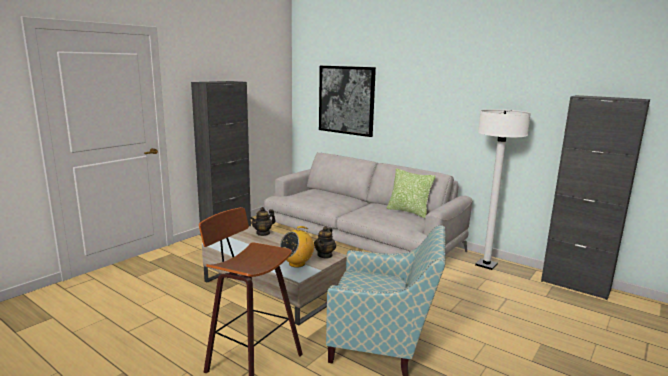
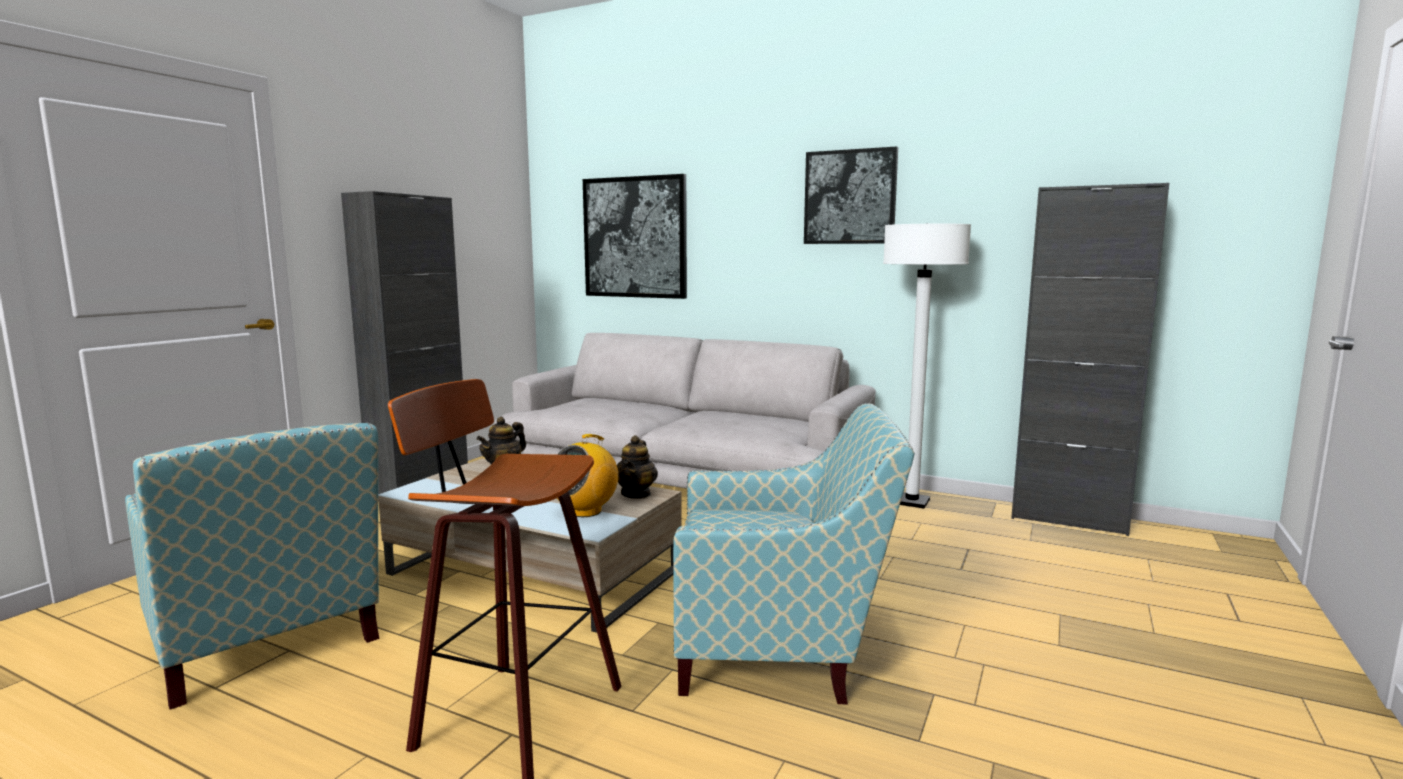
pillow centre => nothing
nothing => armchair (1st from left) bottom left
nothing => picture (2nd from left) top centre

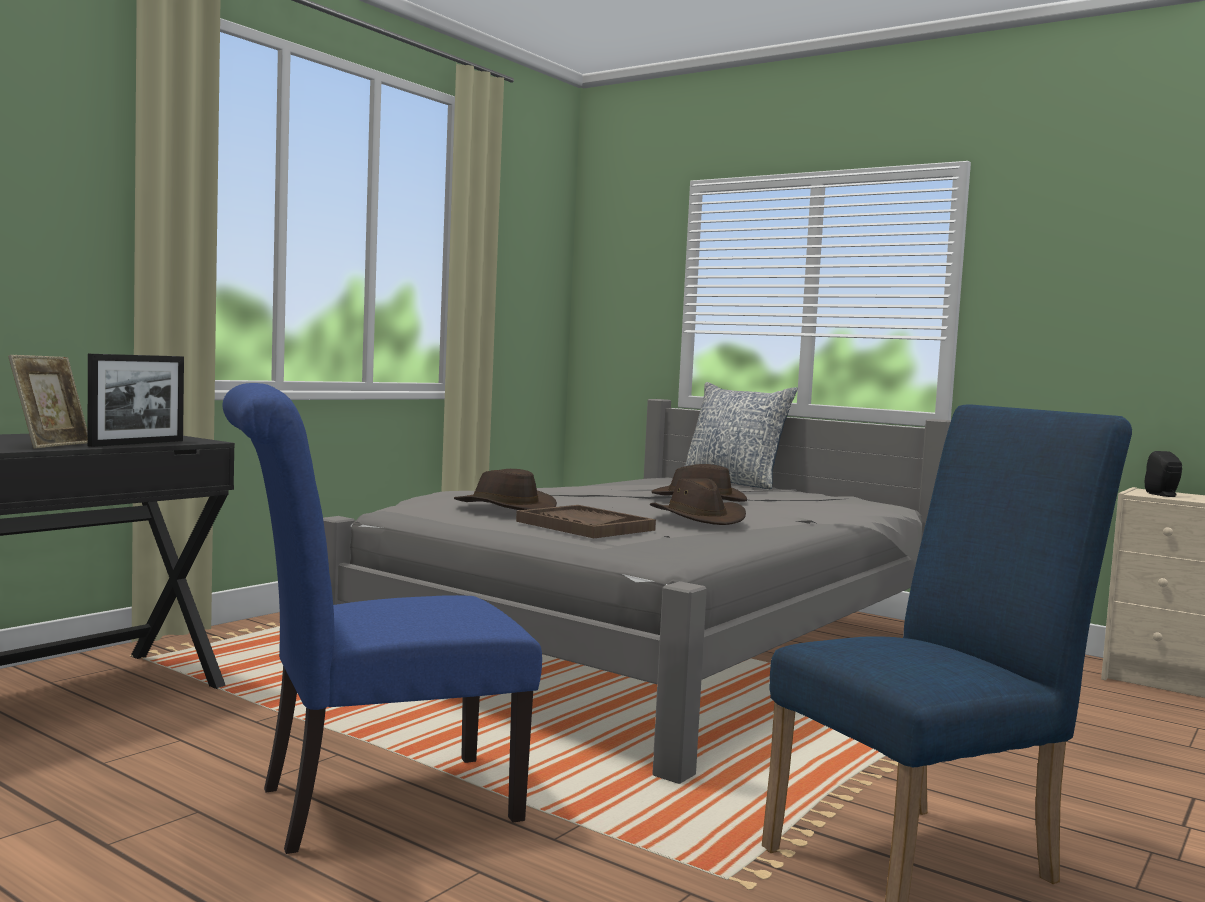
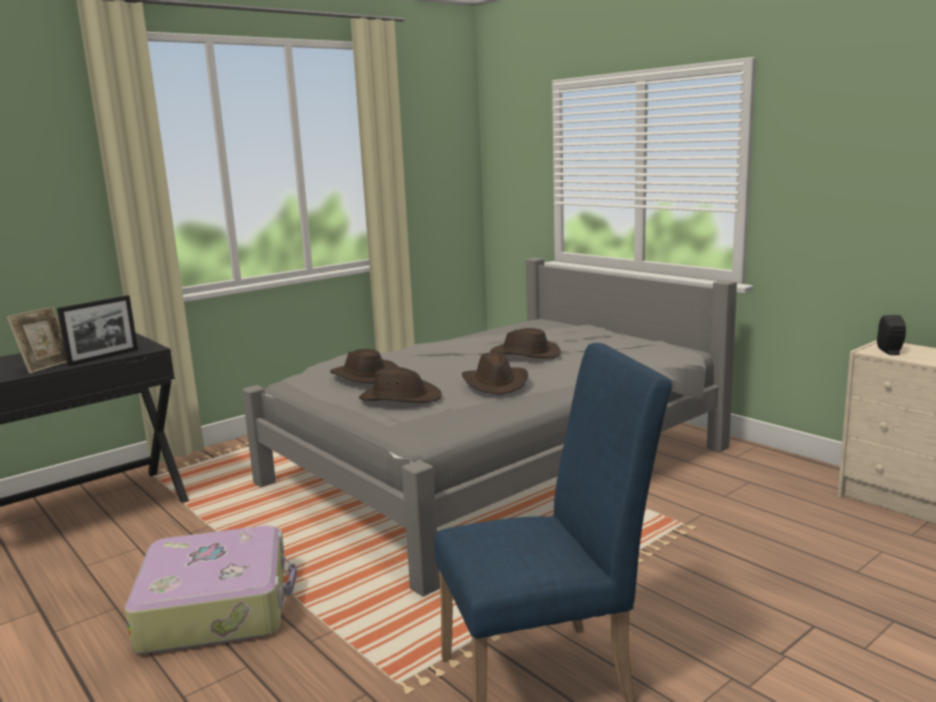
pillow centre => nothing
chair (blue) (1st from left) bottom left => suitcase bottom left
tray (brown) centre => hat (brown) (2nd from left) centre

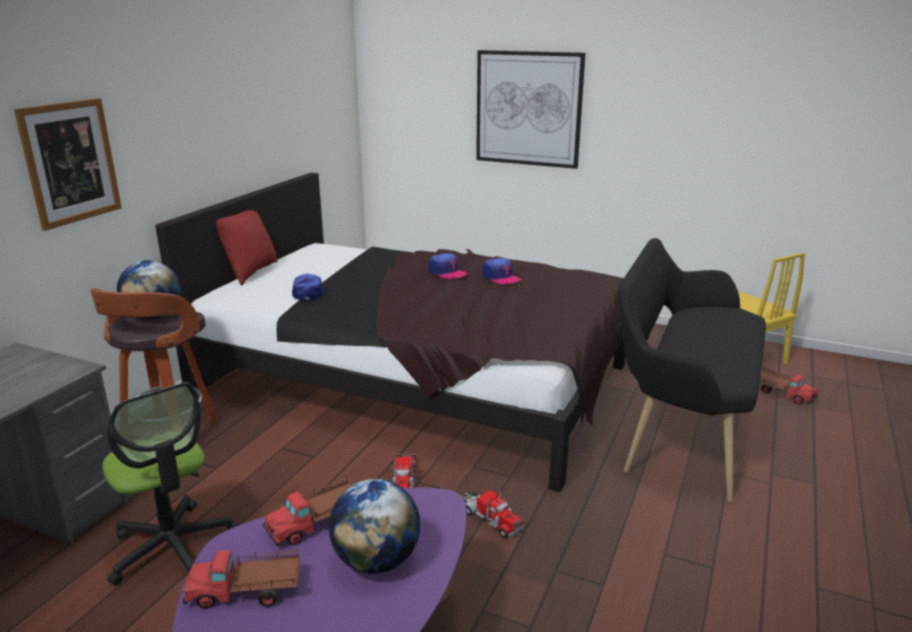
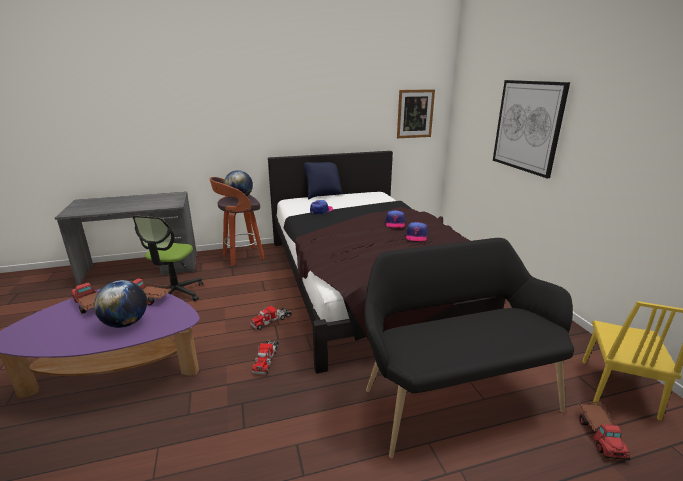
picture (1st from left) top left => picture (1st from left) top centre, moved
pillow (red) middle left => pillow (blue) centre

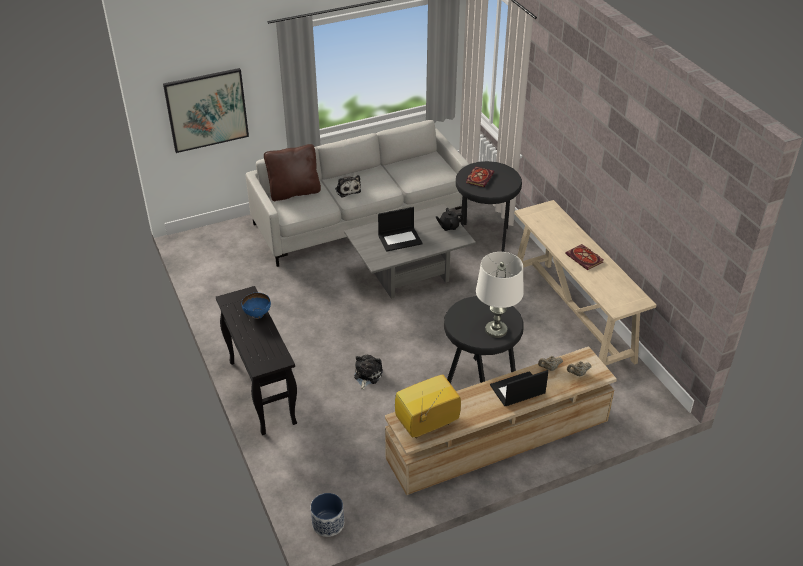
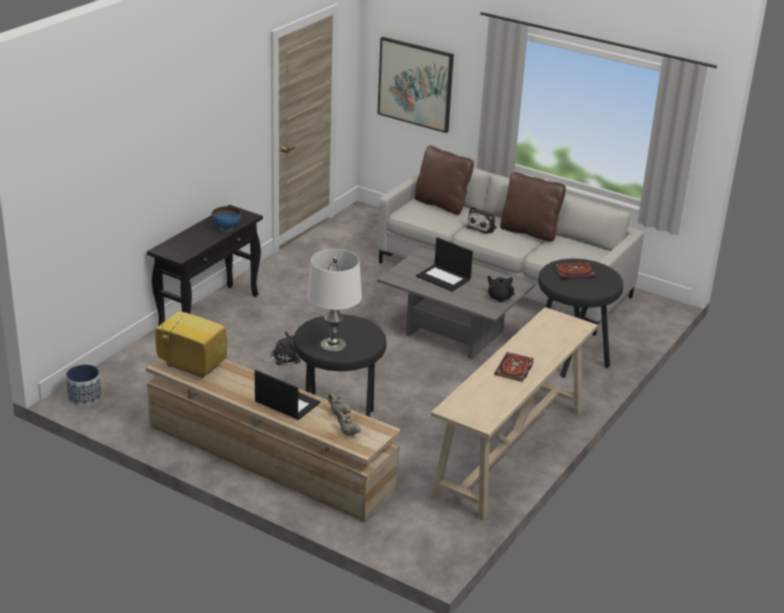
nothing => pillow (brown) (2nd from left) middle right

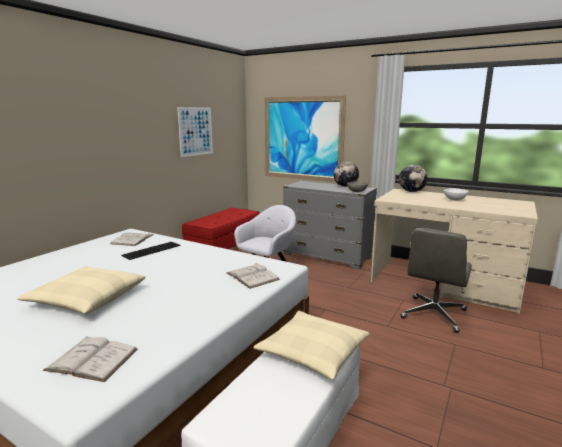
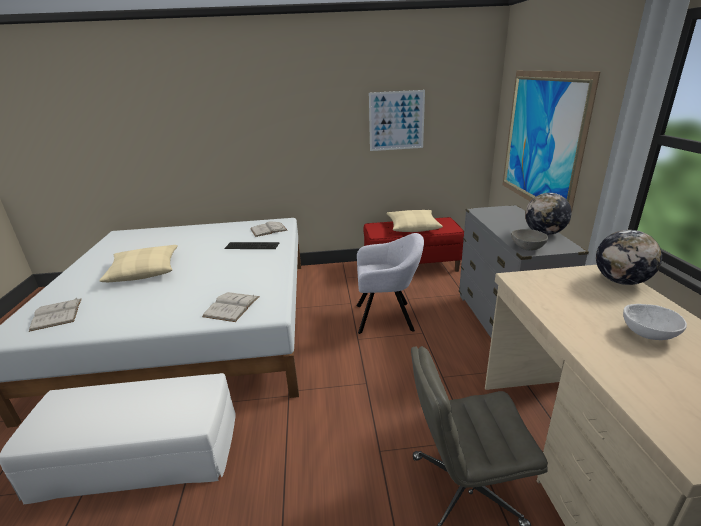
pillow (beige) (2nd from left) bottom centre => pillow (beige) (2nd from left) centre, moved

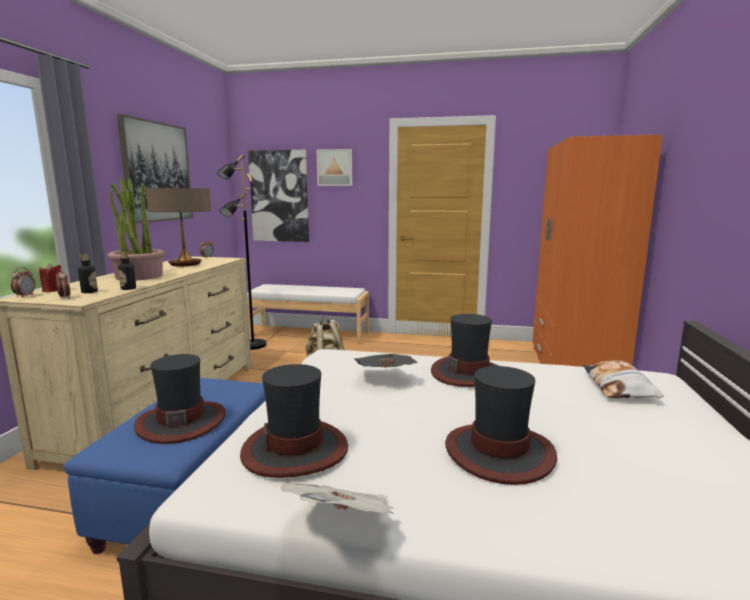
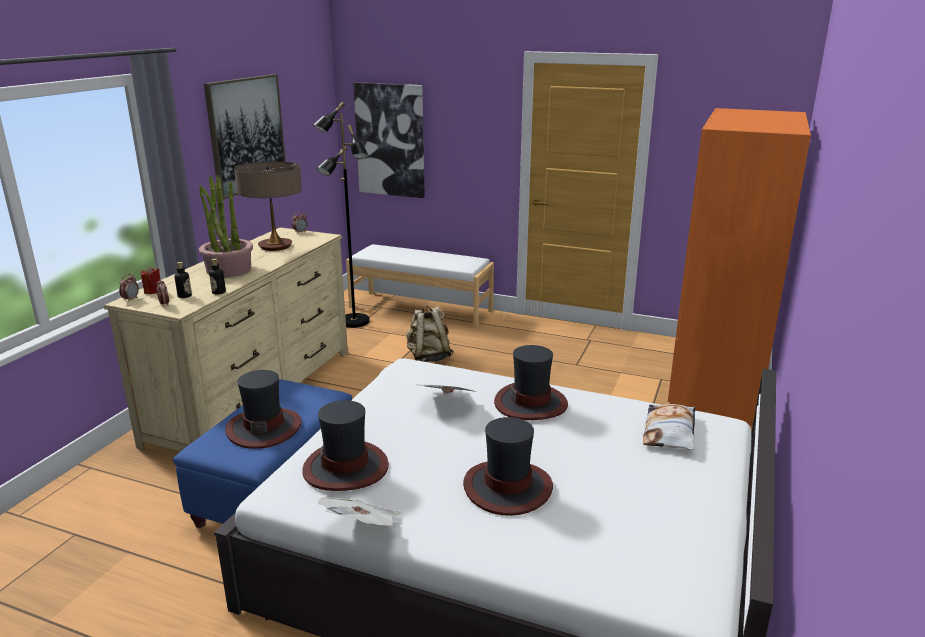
picture (3rd from left) top centre => nothing

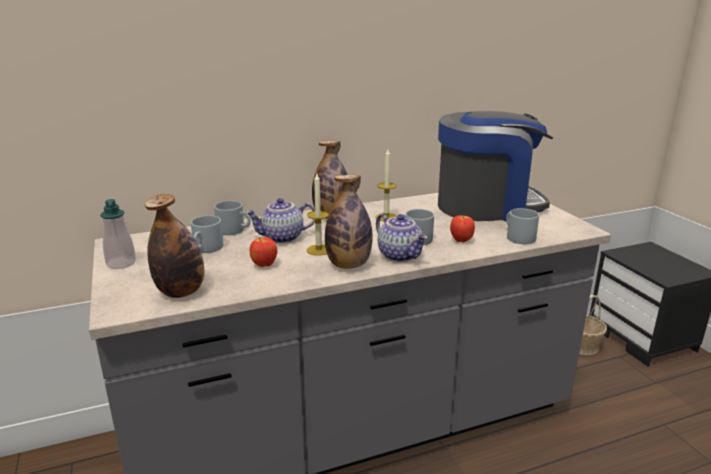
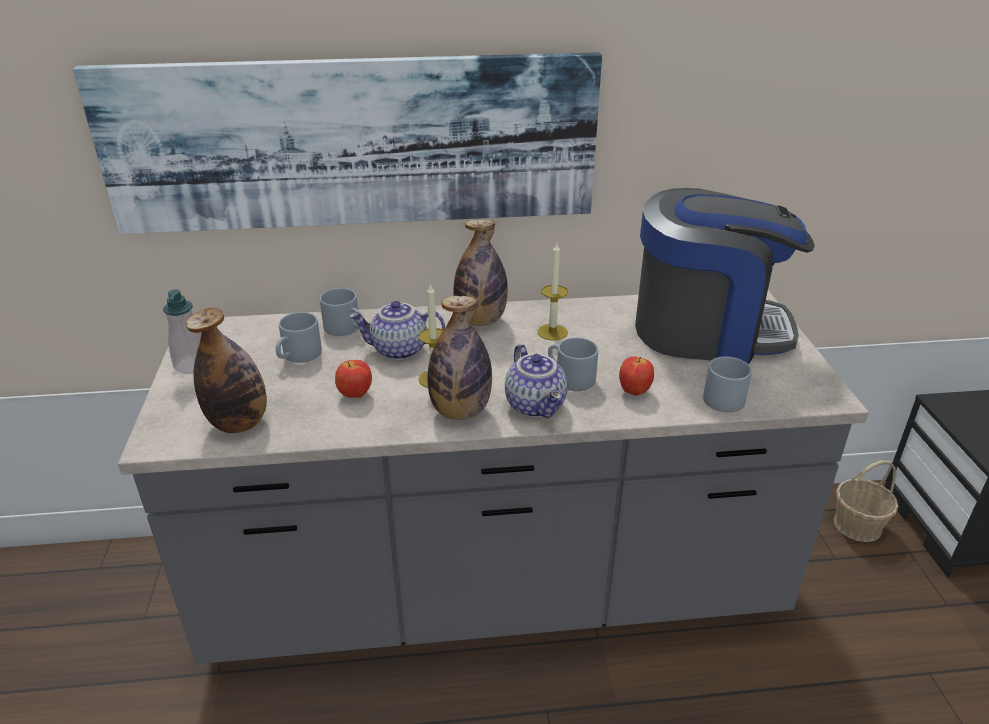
nothing => picture top centre

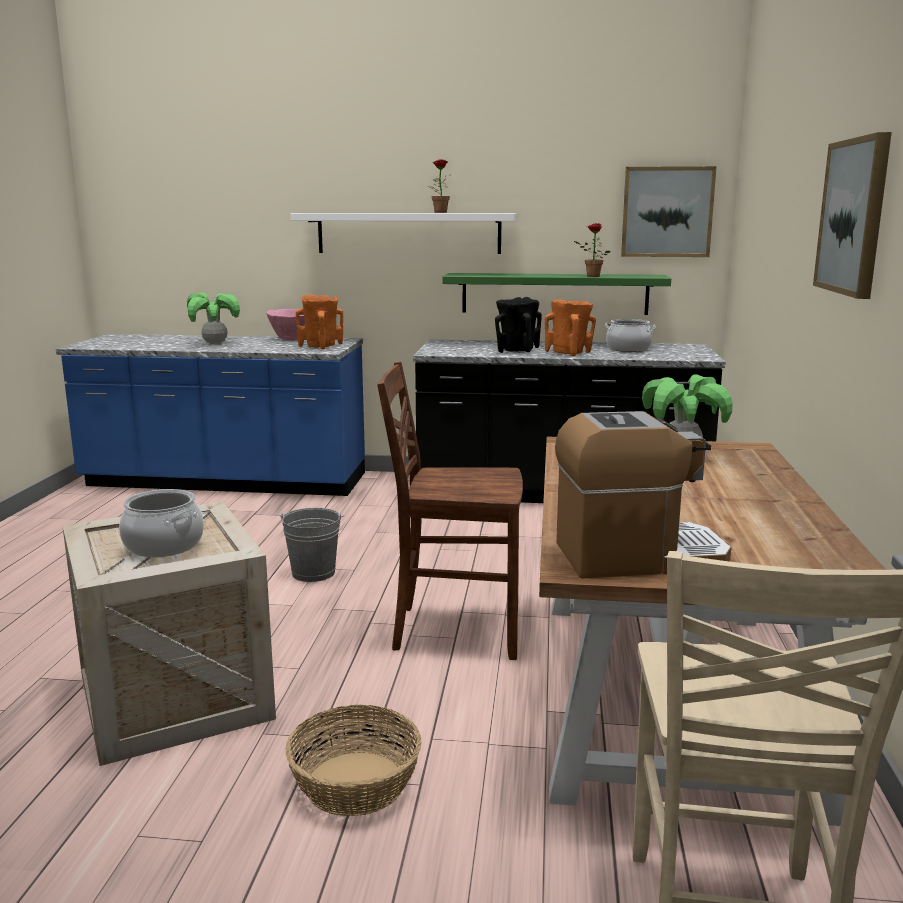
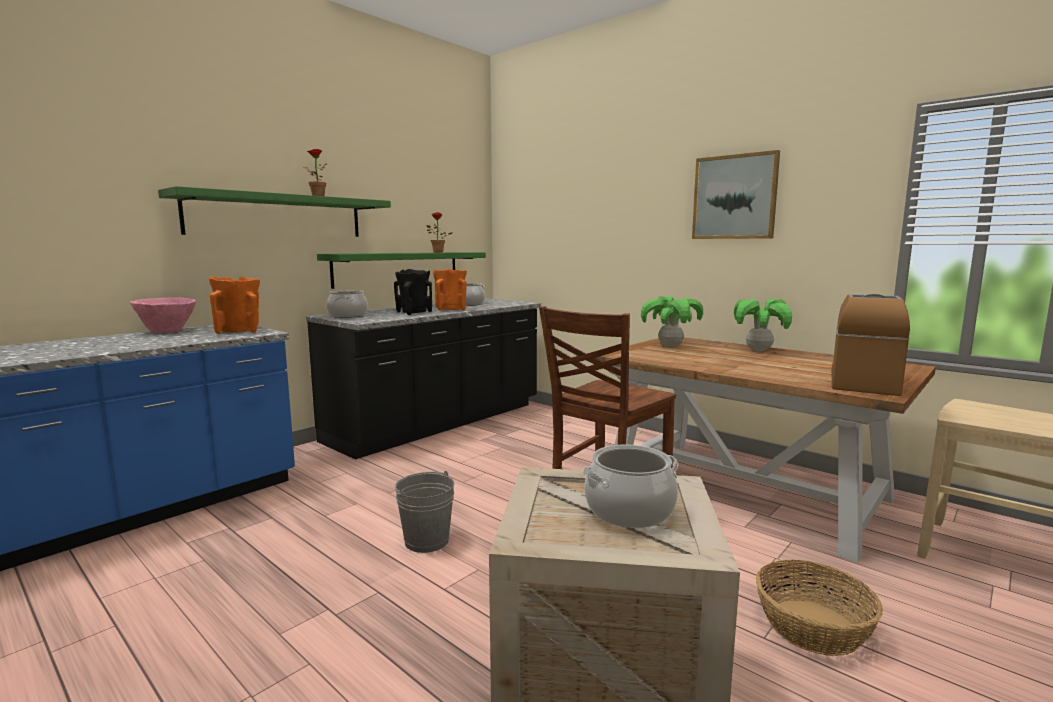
picture (1st from left) top right => nothing
nothing => cooking pot (1st from left) middle left
potted plant (1st from left in the first image) middle left => potted plant (4th from left) middle right, moved
shelf (white) top centre => shelf (green) (1st from left) top left

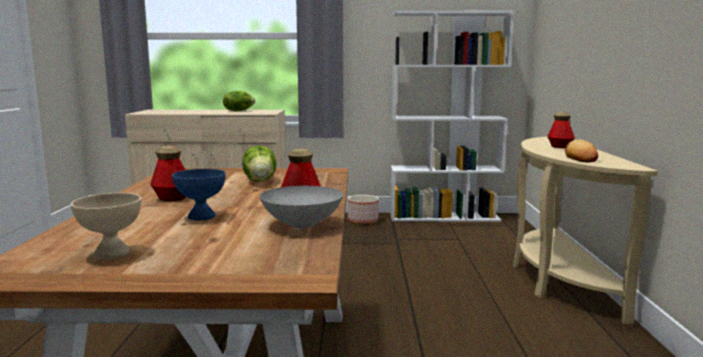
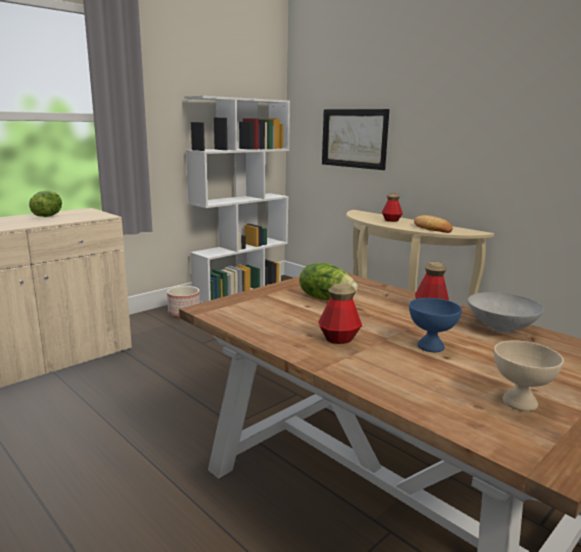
nothing => picture top centre

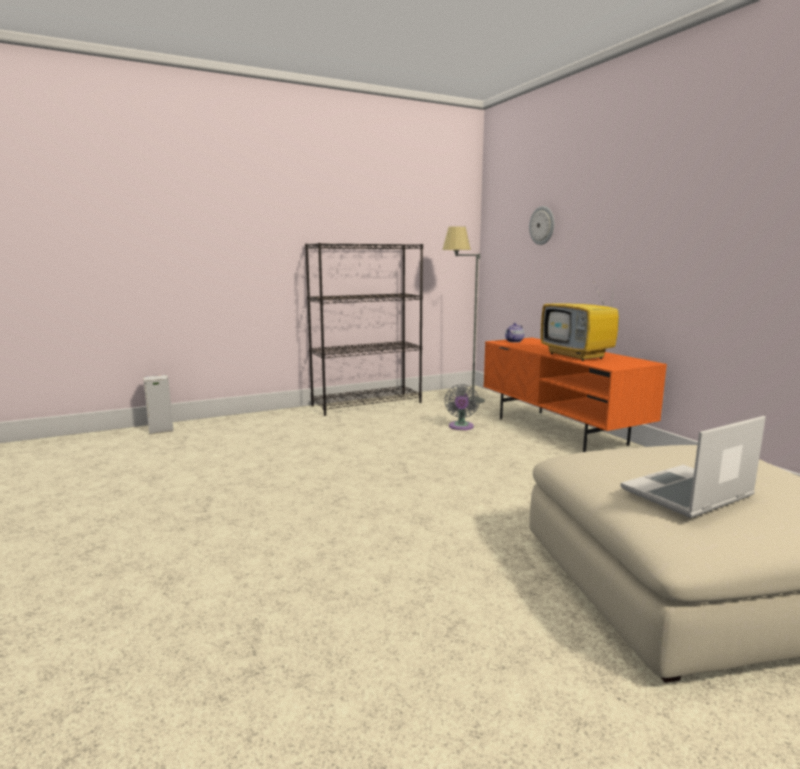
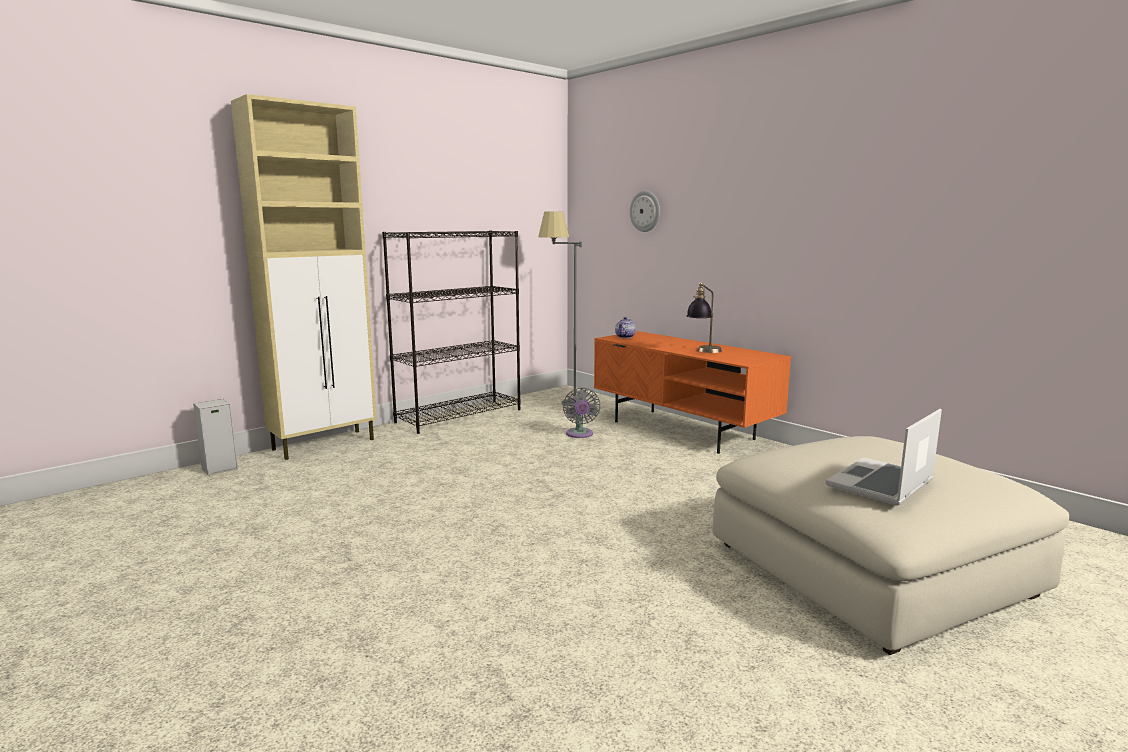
nothing => cabinet (beige) middle left
television middle right => table lamp centre

